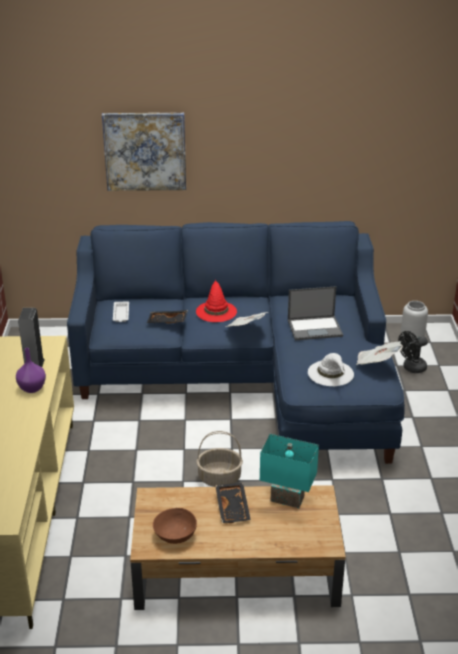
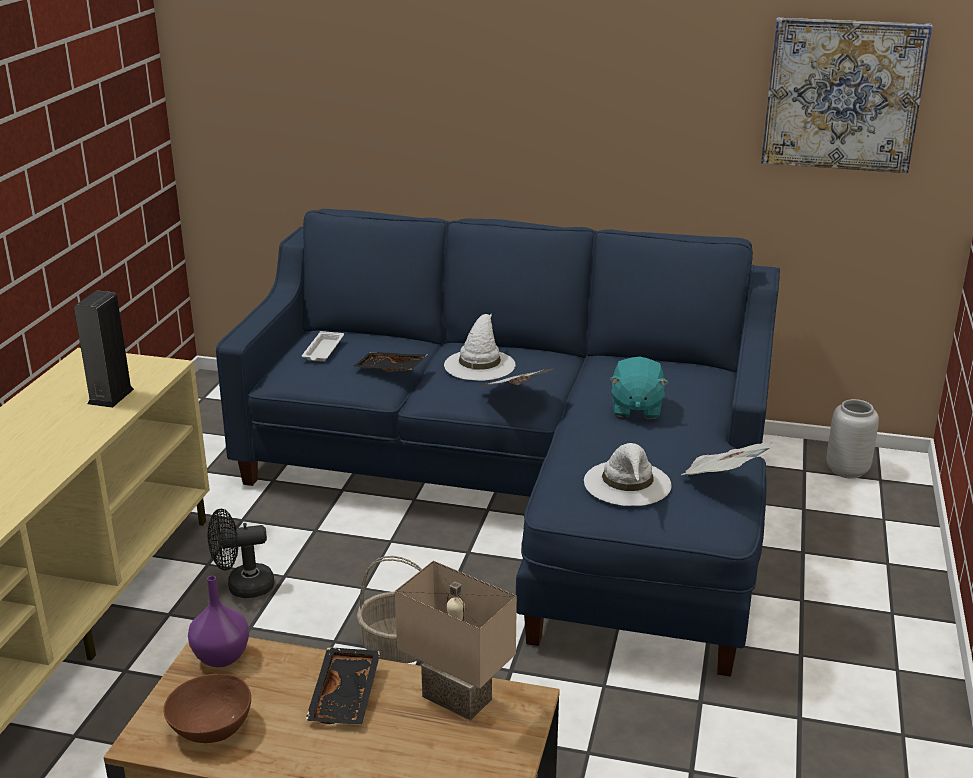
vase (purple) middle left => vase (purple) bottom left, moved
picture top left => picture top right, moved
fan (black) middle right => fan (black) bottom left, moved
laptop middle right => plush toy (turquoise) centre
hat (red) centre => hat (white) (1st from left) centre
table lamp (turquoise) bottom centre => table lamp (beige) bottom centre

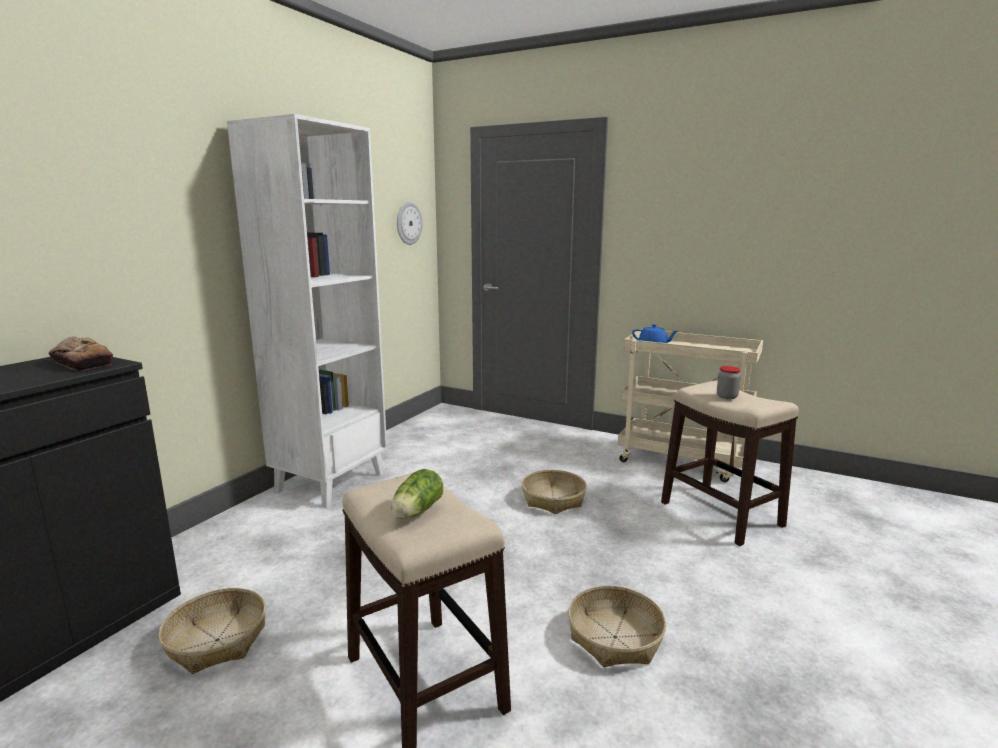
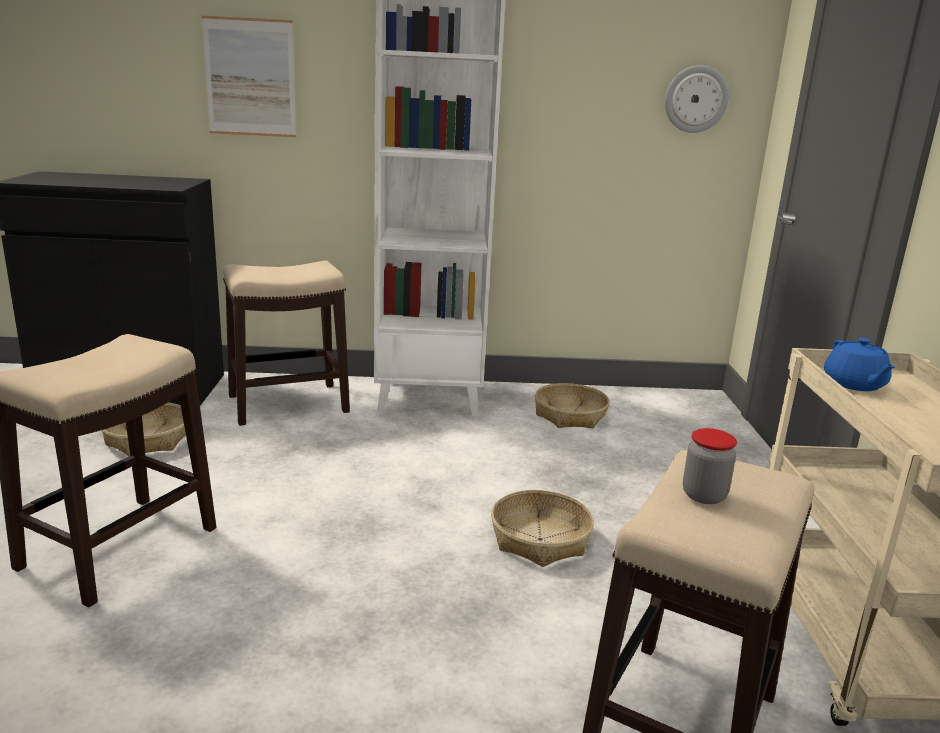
bread middle left => nothing
lettuce centre => nothing
nothing => picture top left
nothing => stool (2nd from left) middle left
basket (3rd from left) bottom centre => basket (3rd from left) centre, moved

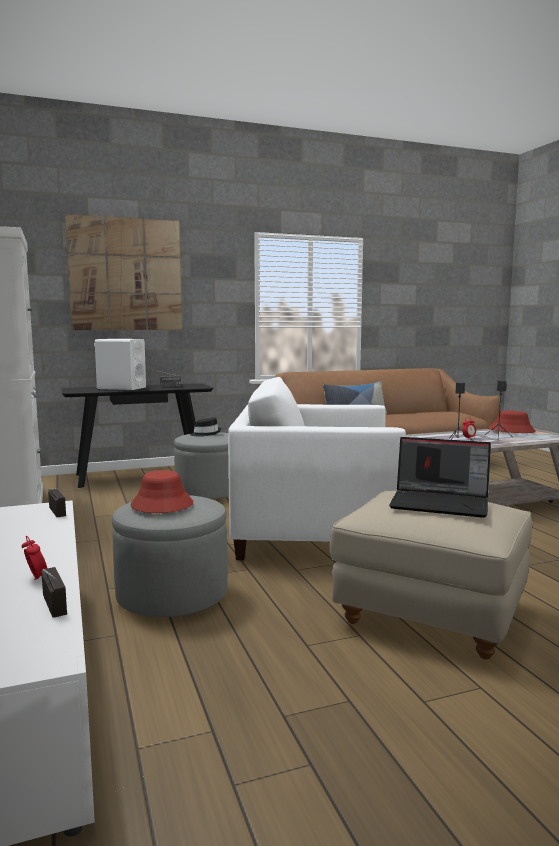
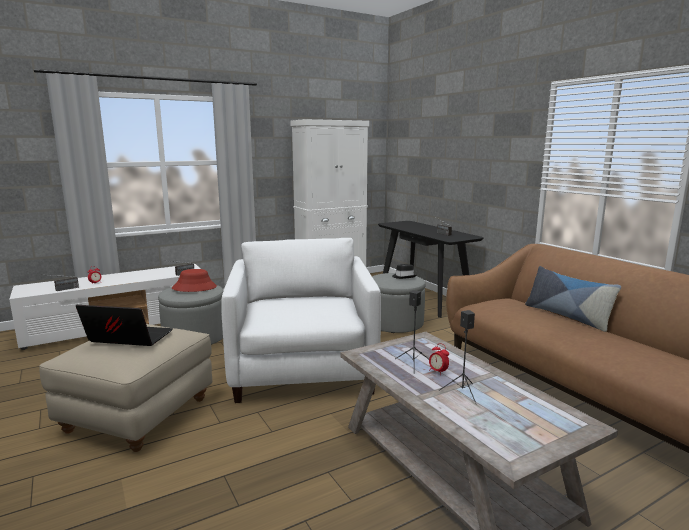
picture top left => nothing
speaker (white) middle left => nothing
hat (red) (2nd from left) middle right => nothing
laptop middle right => laptop middle left, 90 degrees clockwise

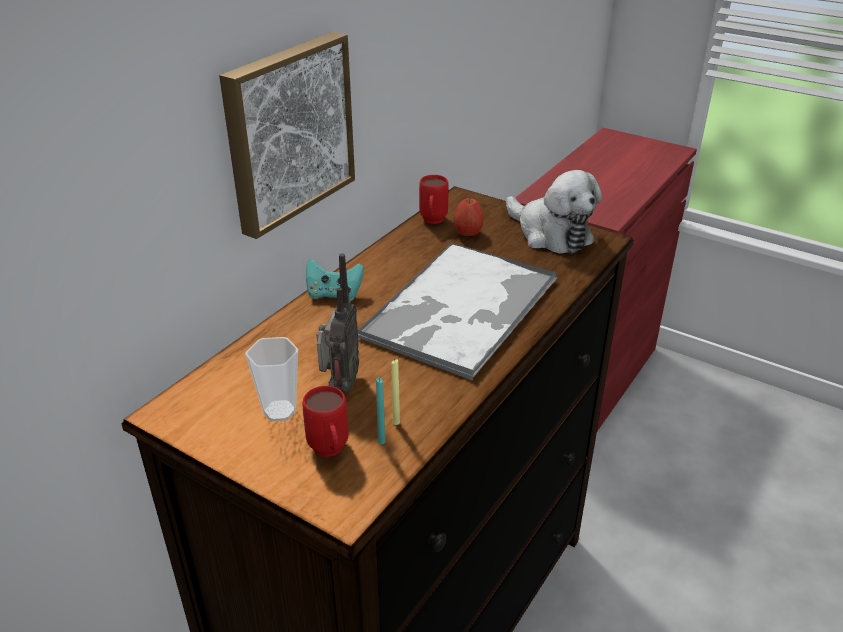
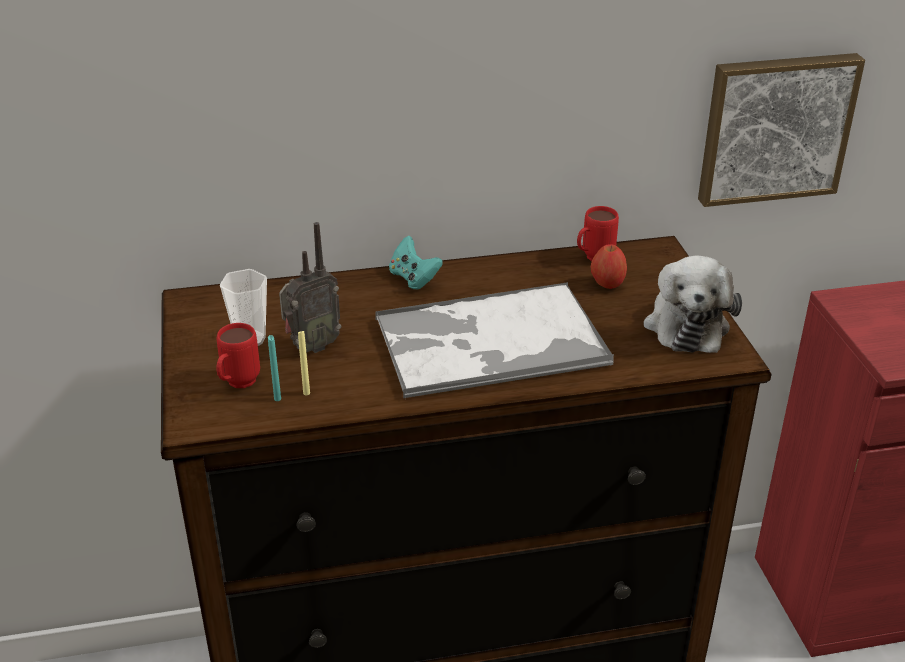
picture top centre => picture top right, moved

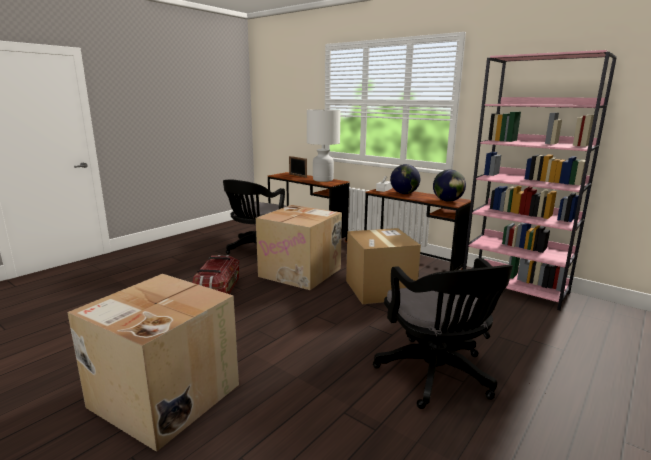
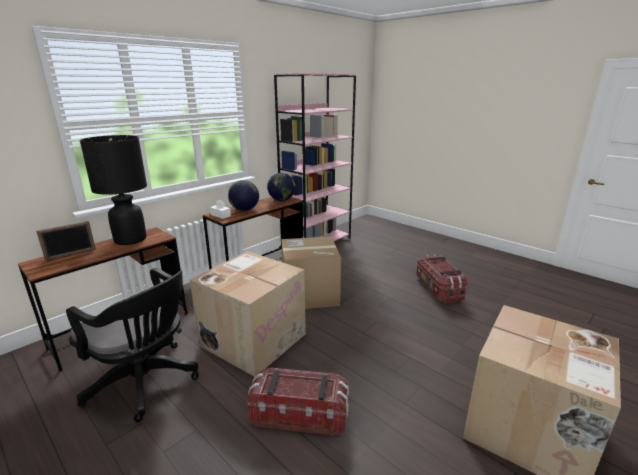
office chair (black) (2nd from left) bottom right => storage box (2nd from left) middle right
table lamp (white) top centre => table lamp (black) middle left

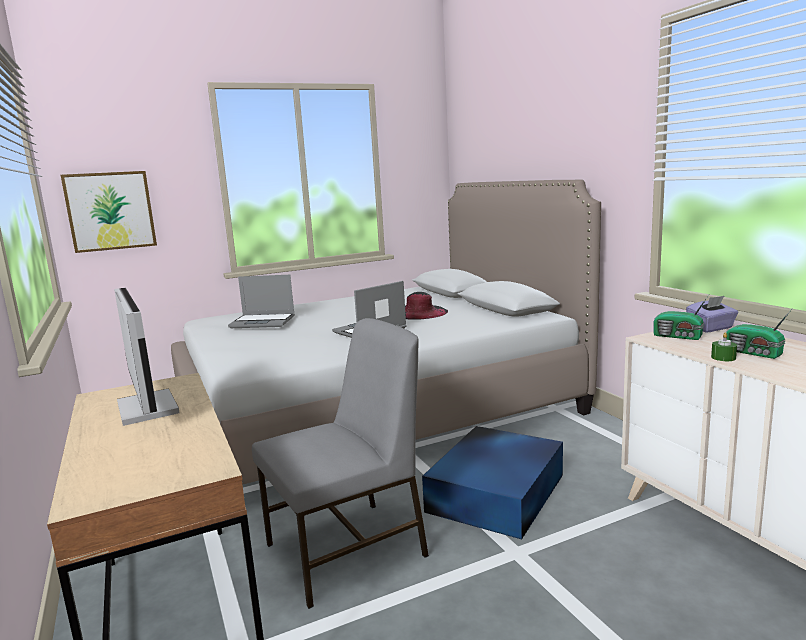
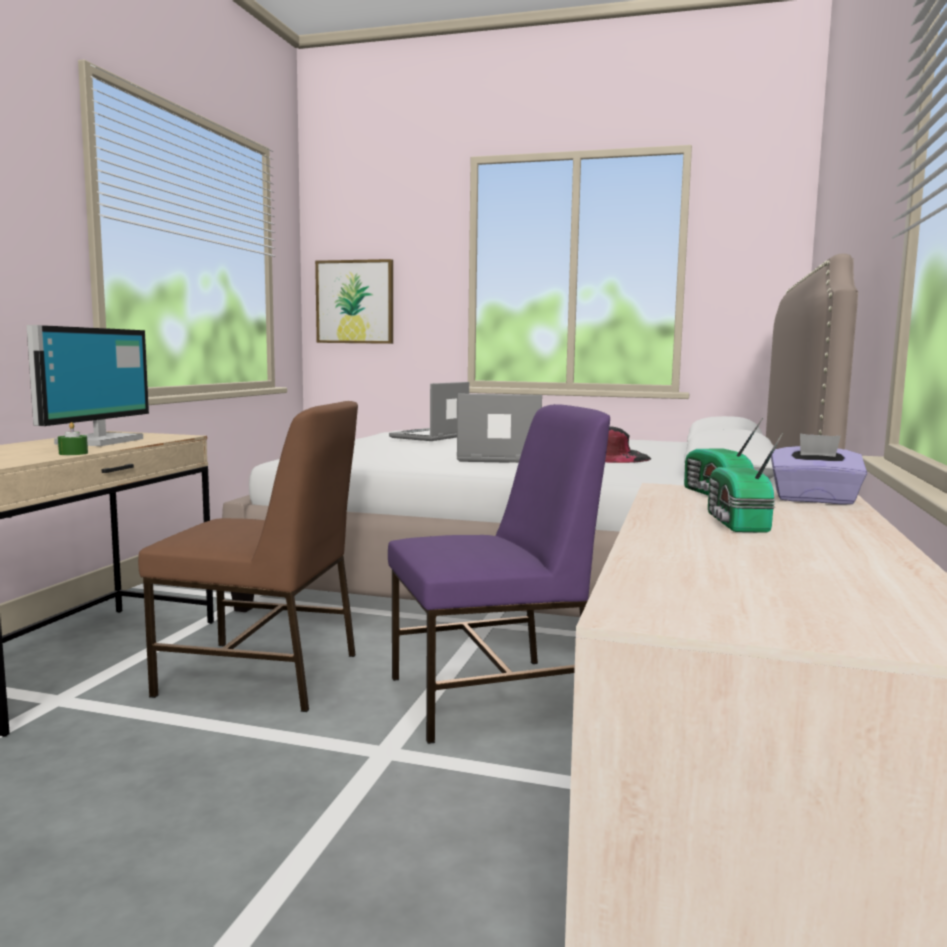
candle (green) middle right => candle (green) middle left, moved
storage box (blue) bottom centre => chair (purple) centre
chair (grey) bottom centre => chair (brown) middle left
laptop (1st from left) middle left => laptop (1st from left) centre, 75 degrees clockwise

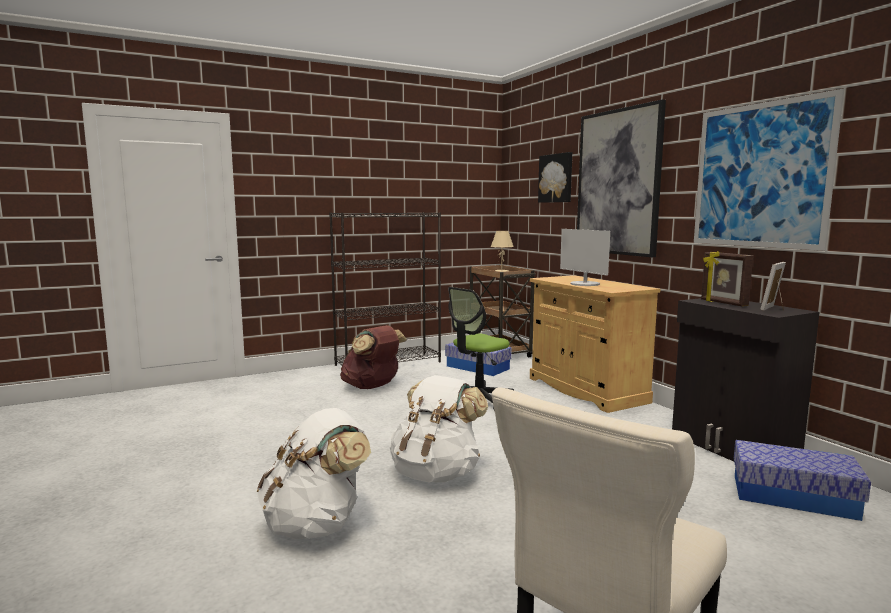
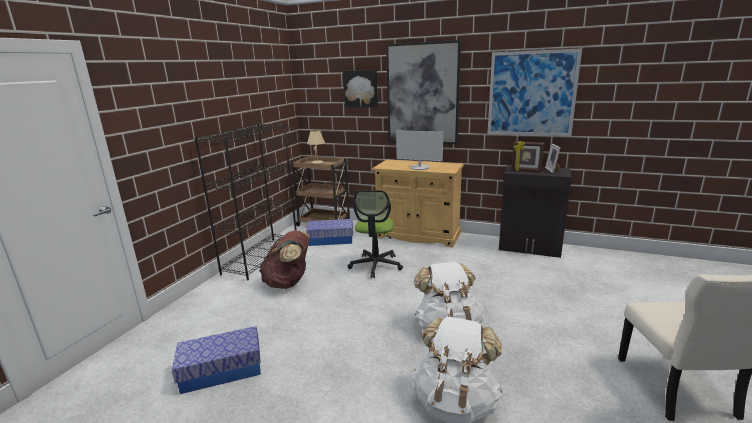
storage box (2nd from left in the first image) bottom right => storage box (1st from left) bottom left, moved

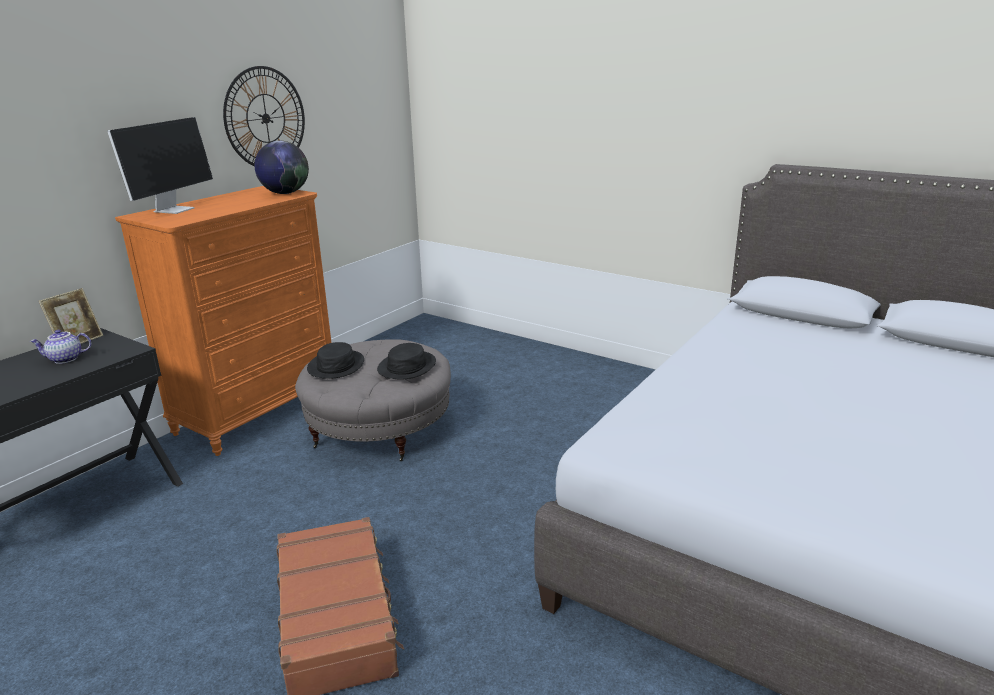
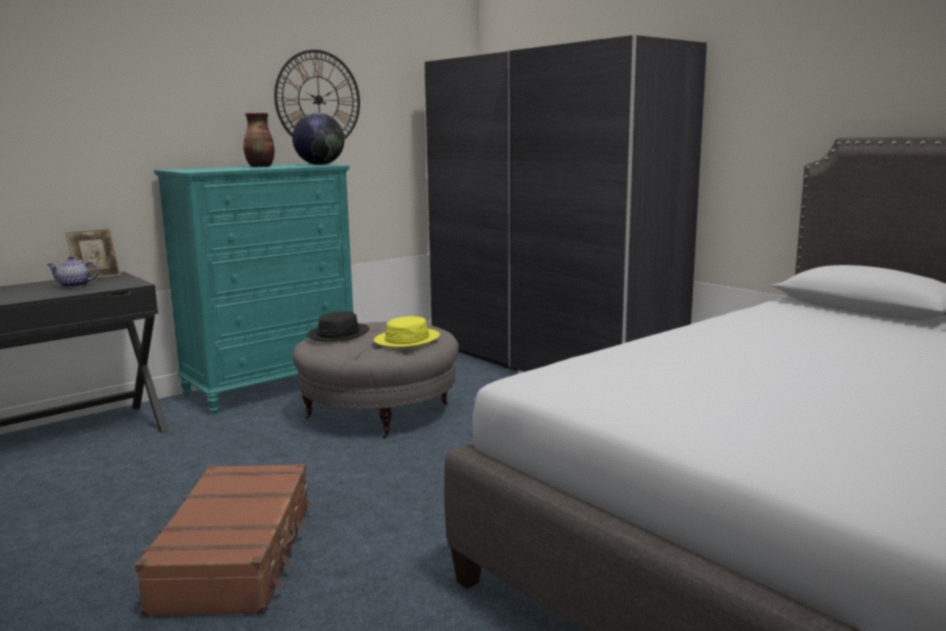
monitor top left => nothing
nothing => vase top left
nothing => wardrobe (grey) top centre
dresser (orange) middle left => dresser (turquoise) middle left
hat (black) (2nd from left) centre => hat (yellow) centre

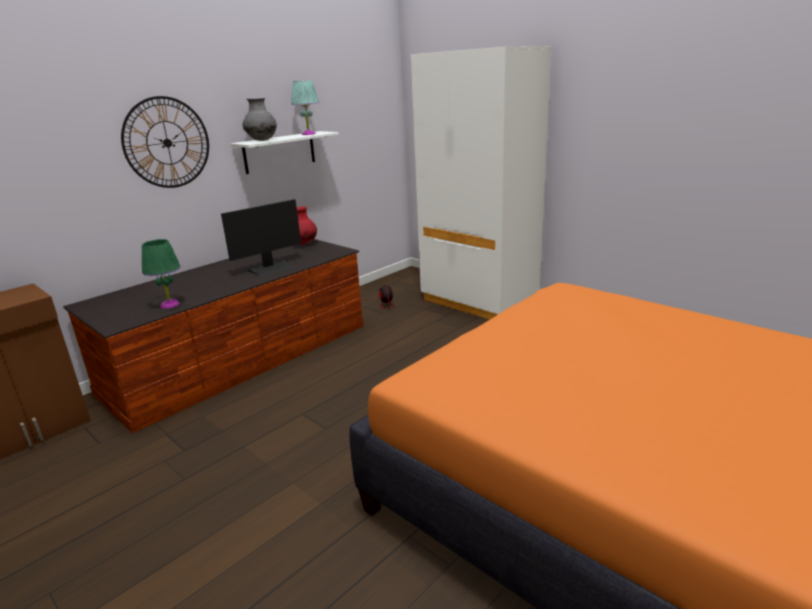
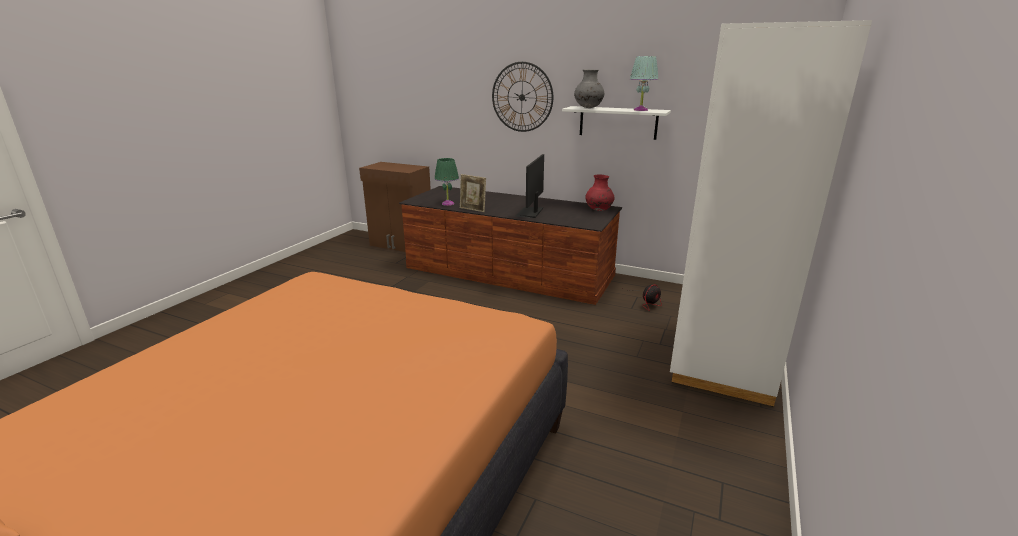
nothing => picture frame centre
monitor middle left => monitor centre, 75 degrees clockwise

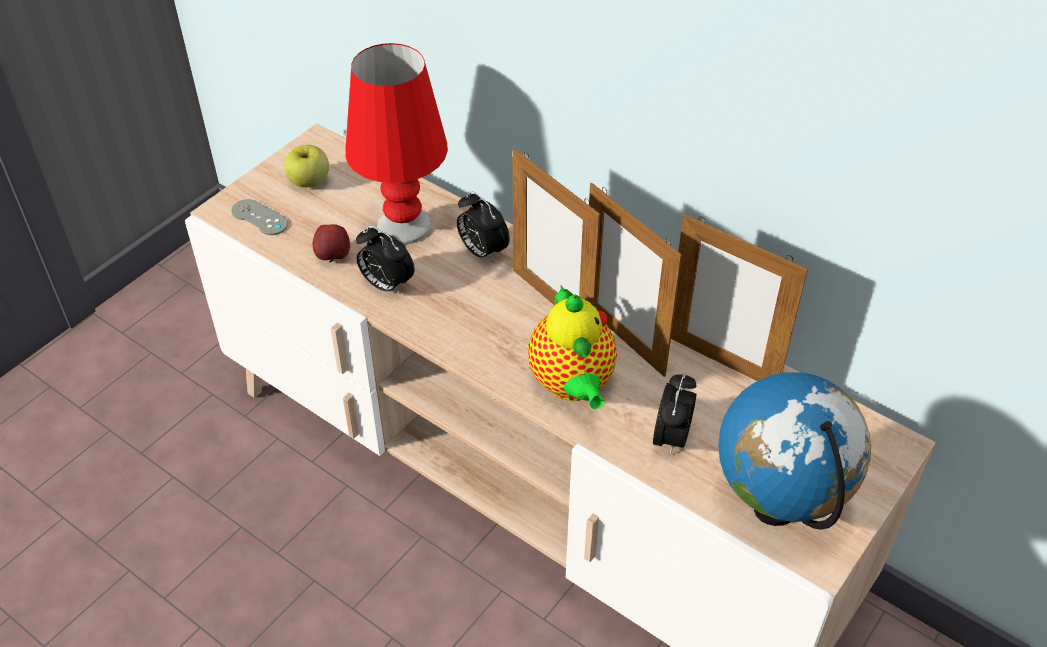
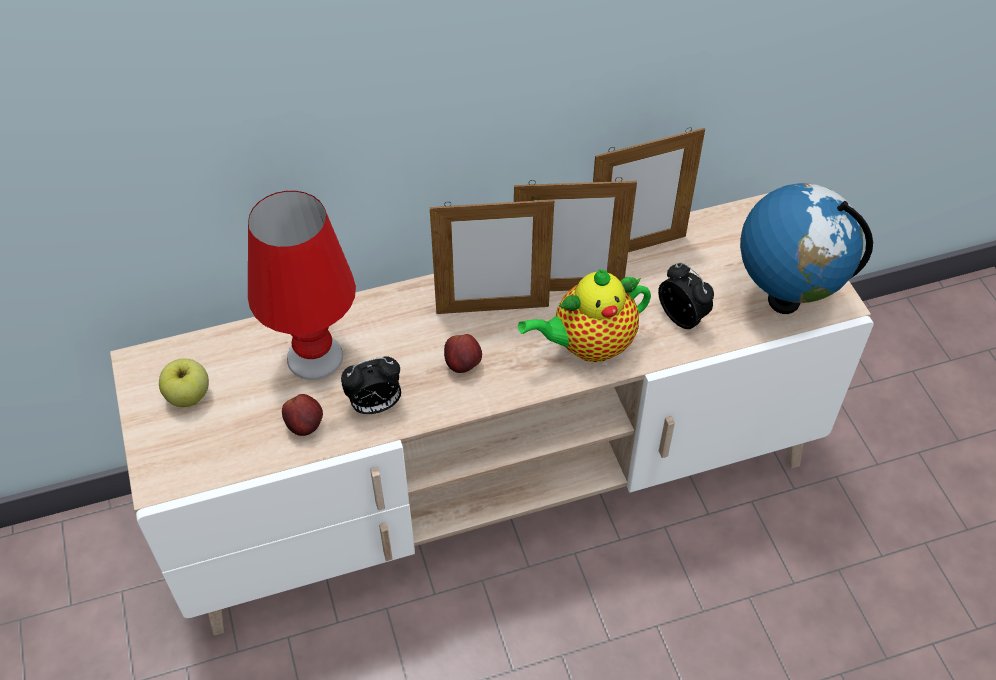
game controller (grey) middle left => nothing
alarm clock (2nd from left) centre => nothing
nothing => apple (3rd from left) centre
teapot centre, 135 degrees clockwise

